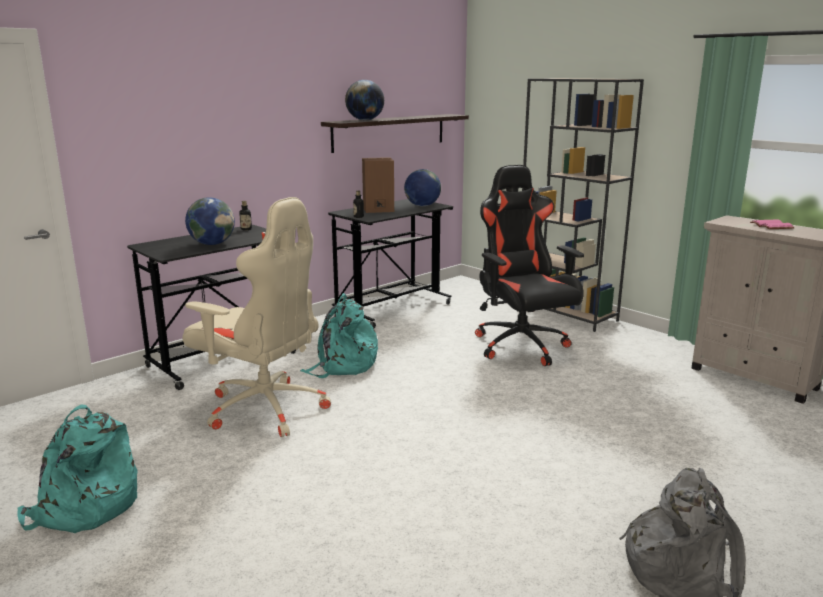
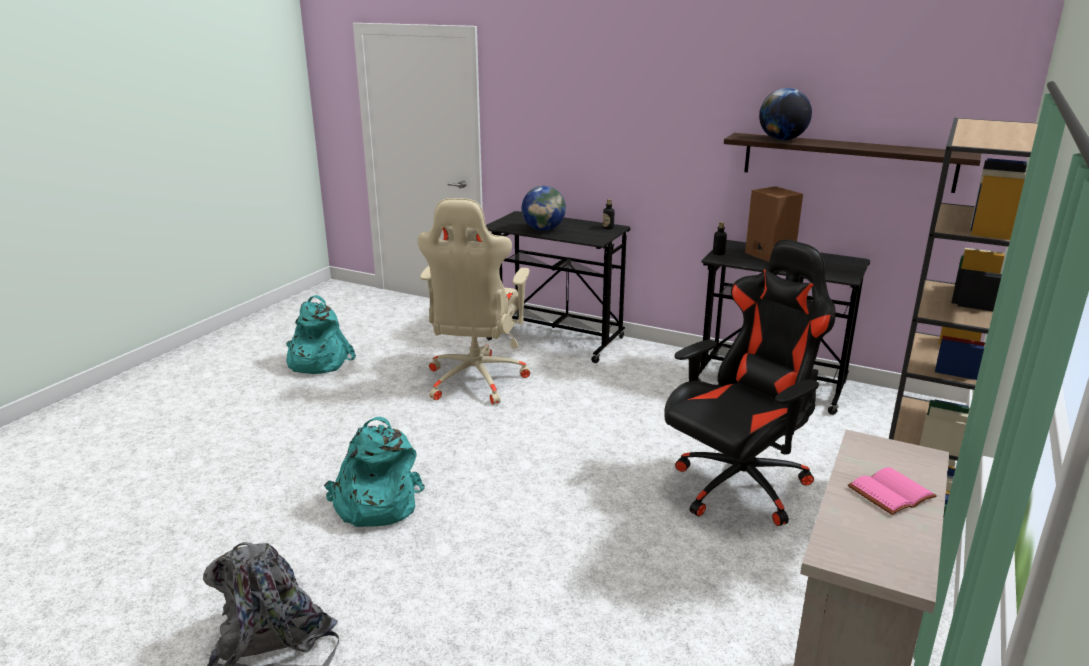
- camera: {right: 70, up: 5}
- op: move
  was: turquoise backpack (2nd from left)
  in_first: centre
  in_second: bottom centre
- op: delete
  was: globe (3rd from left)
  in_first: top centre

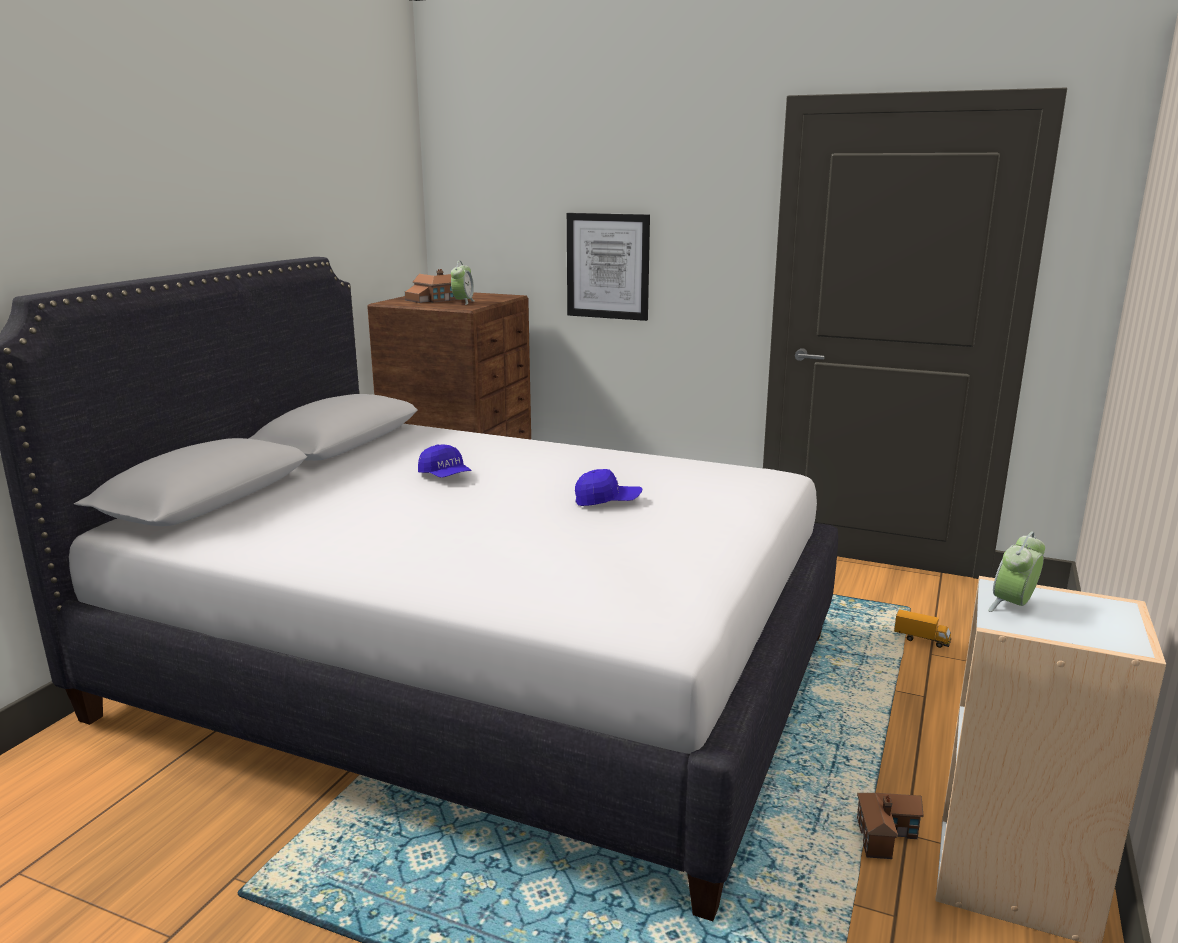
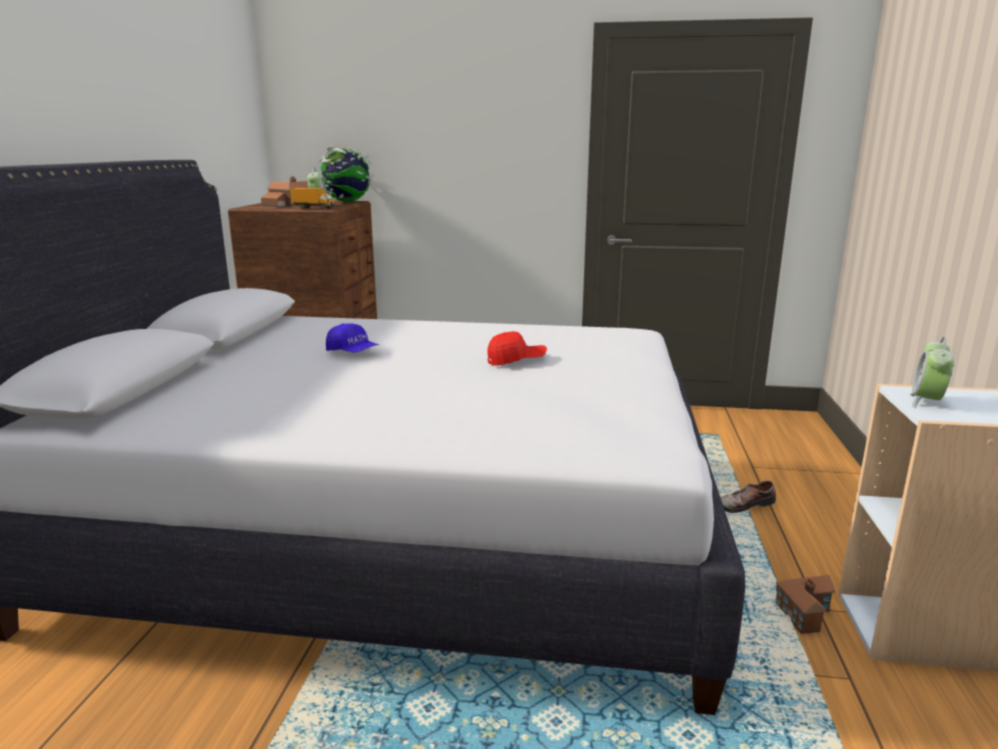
- camera: {right: -15, up: 0}
- op: move
  was: toy truck
  in_first: middle right
  in_second: top left
- op: insert
  now: globe
  in_second: top centre
- op: recolor
  was: blue cap (2nd from left)
  now: red cap
  in_first: centre
  in_second: centre
- op: insert
  now: shoe
  in_second: middle right
- op: delete
  was: picture
  in_first: top centre

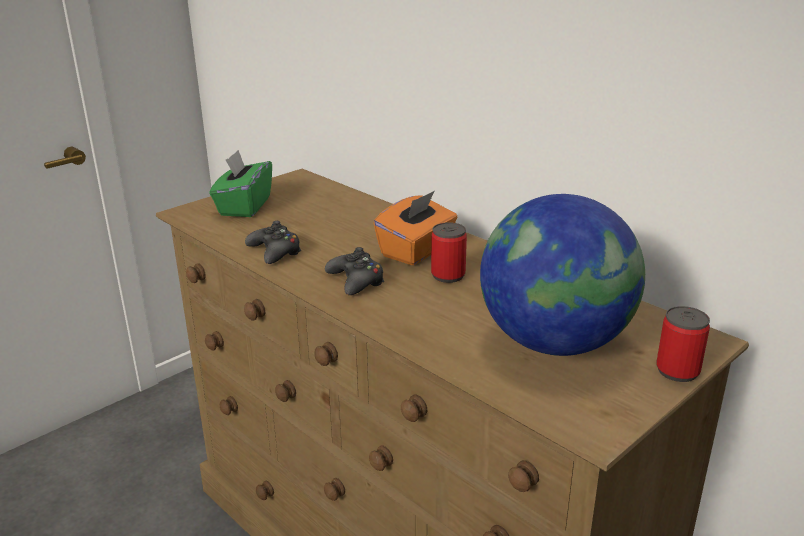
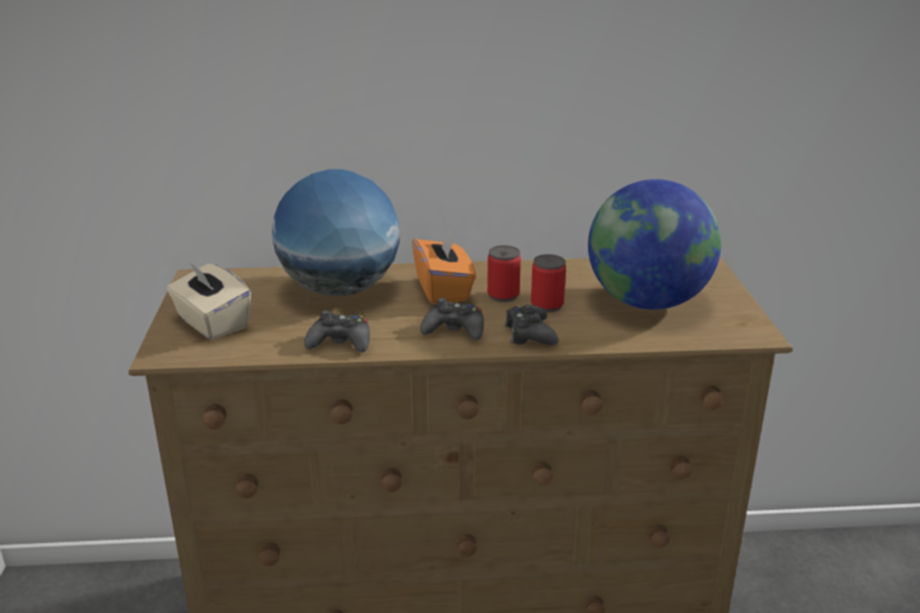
- camera: {right: -50, up: 0}
- op: recolor
  was: green tissue box
  now: beige tissue box
  in_first: middle left
  in_second: middle left
- op: insert
  now: globe (1st from left)
  in_second: centre
- op: insert
  now: black game controller (3rd from left)
  in_second: centre
- op: move
  was: can (2nd from left)
  in_first: middle right
  in_second: centre

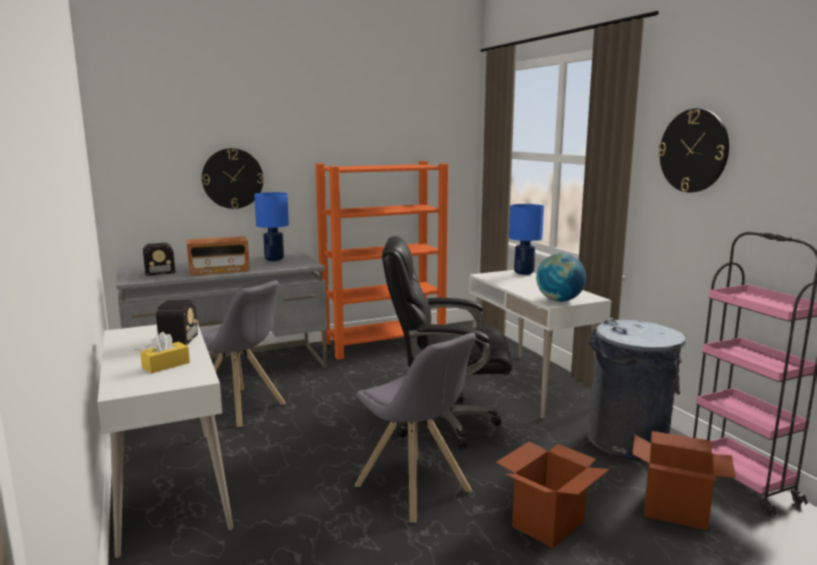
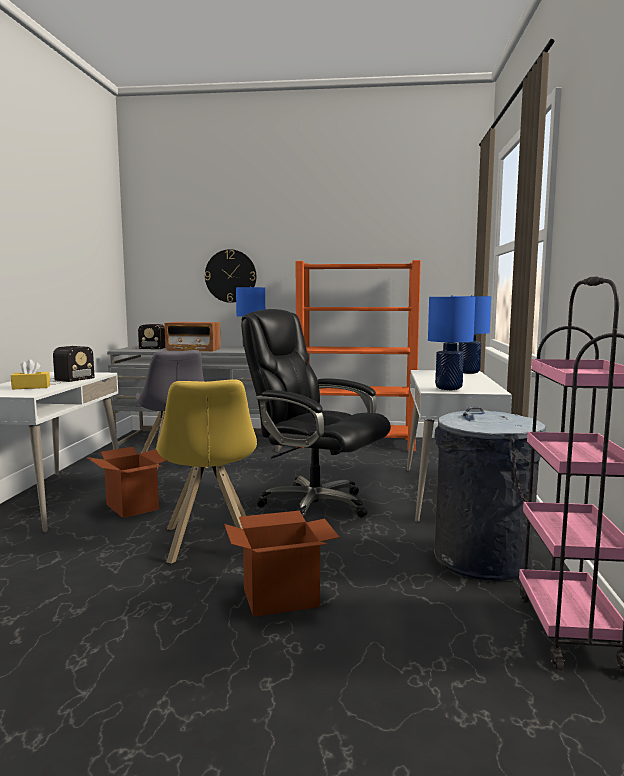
- camera: {right: 30, up: -5}
- op: move
  was: cardboard box (2nd from left in the first image)
  now: cardboard box (1st from left)
  in_first: bottom right
  in_second: middle left
- op: recolor
  was: grey chair (2nd from left)
  now: yellow chair
  in_first: bottom centre
  in_second: middle left
- op: replace
  was: globe
  now: blue table lamp (2nd from left)
  in_first: middle right
  in_second: middle right
- op: delete
  was: wall clock (2nd from left)
  in_first: top right

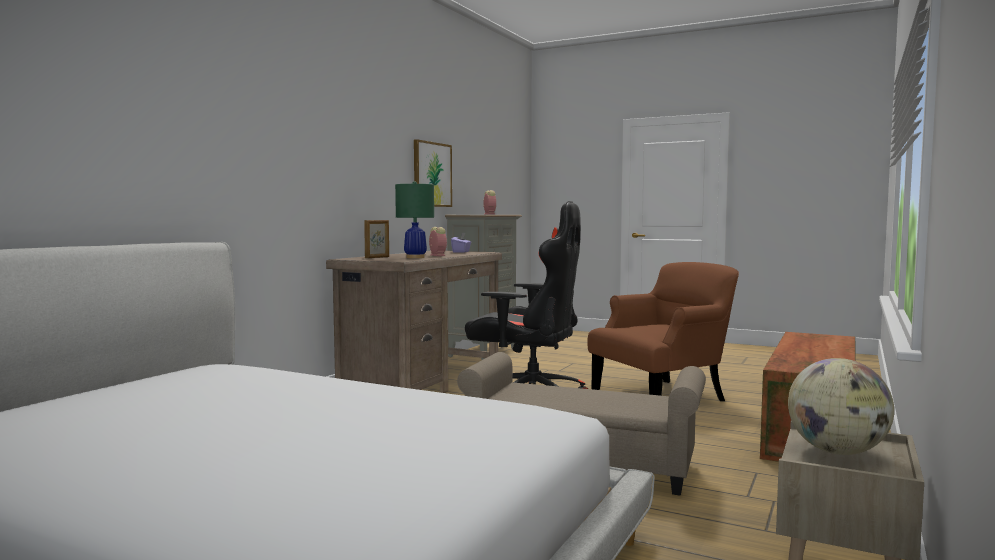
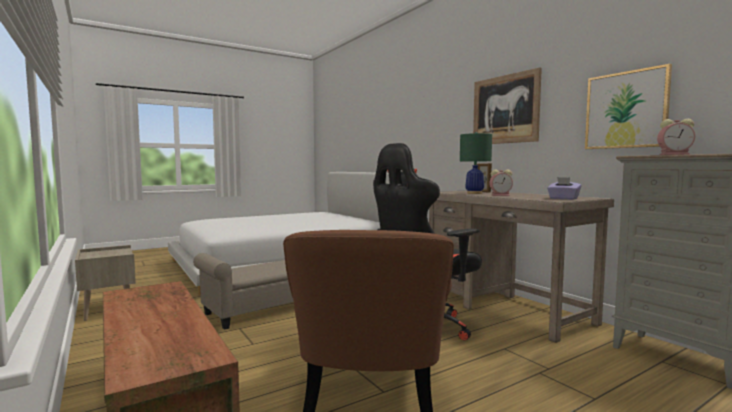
- camera: {right: 120, up: 0}
- op: insert
  now: picture (1st from left)
  in_second: top right
- op: delete
  was: globe
  in_first: bottom right

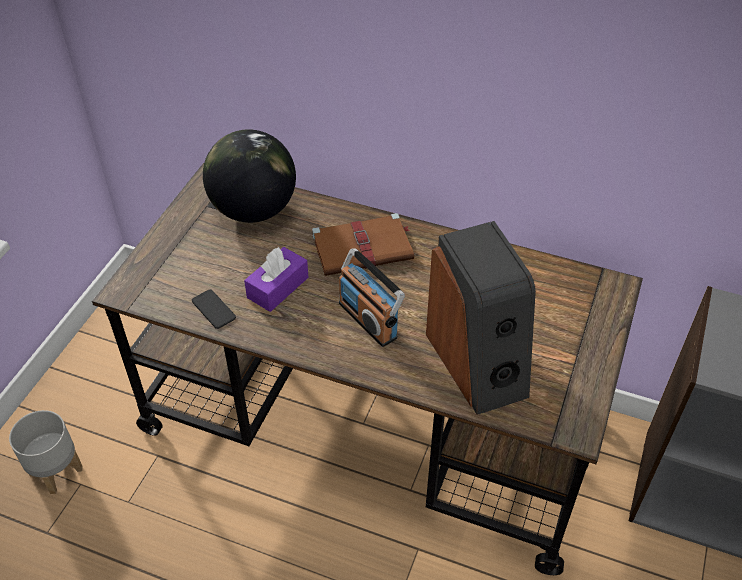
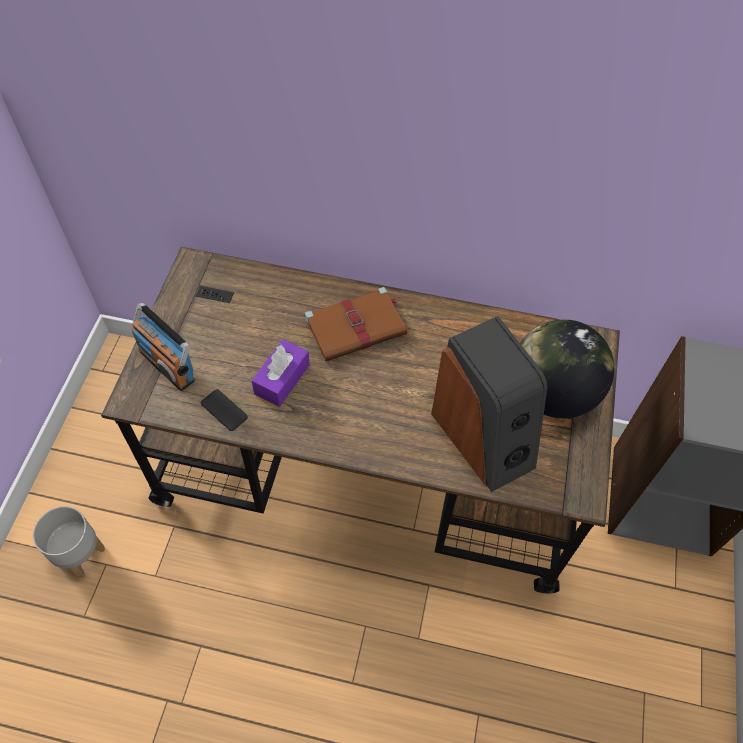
- camera: {right: -10, up: 10}
- op: move
  was: radio
  in_first: centre
  in_second: middle left
- op: move
  was: globe
  in_first: top centre
  in_second: middle right

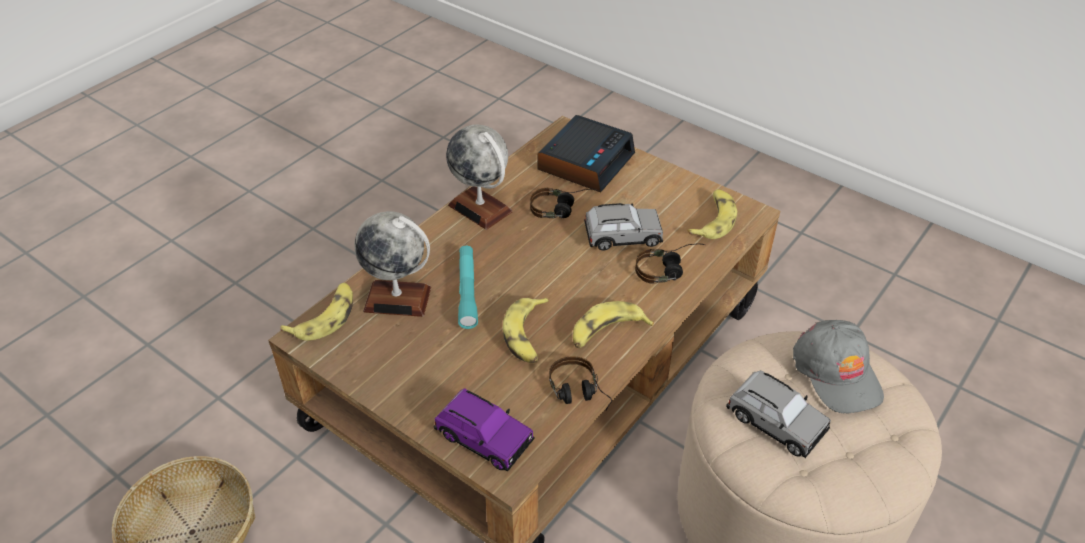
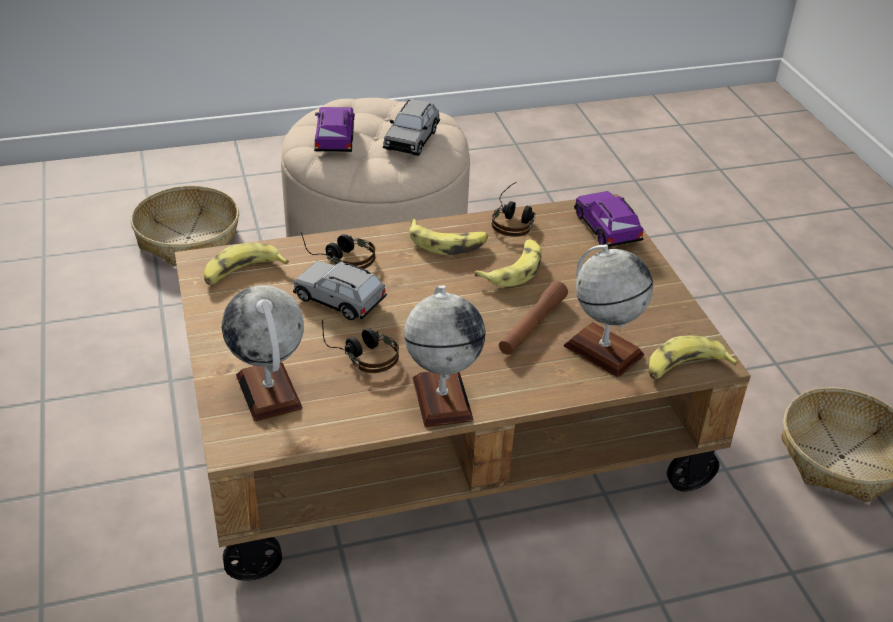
- camera: {right: -145, up: -5}
- op: insert
  now: basket (1st from left)
  in_second: middle left
- op: replace
  was: alarm clock
  now: globe (1st from left)
  in_first: top centre
  in_second: middle left
- op: replace
  was: grey cap
  now: purple toy car (1st from left)
  in_first: bottom right
  in_second: top centre
- op: rotate
  was: grey toy car (2nd from left)
  in_first: bottom right
  in_second: top centre
  clockwise: -150
- op: recolor
  was: turquoise flashlight
  now: brown flashlight
  in_first: centre
  in_second: centre

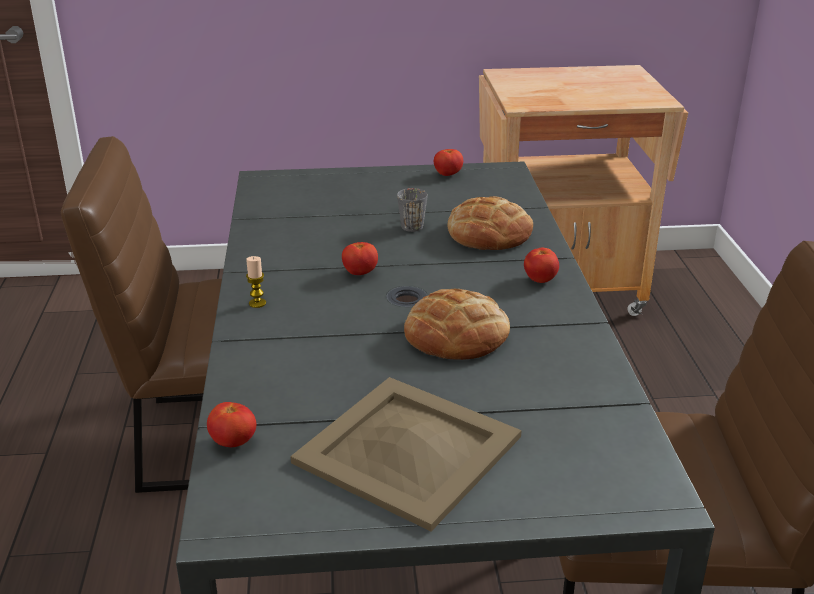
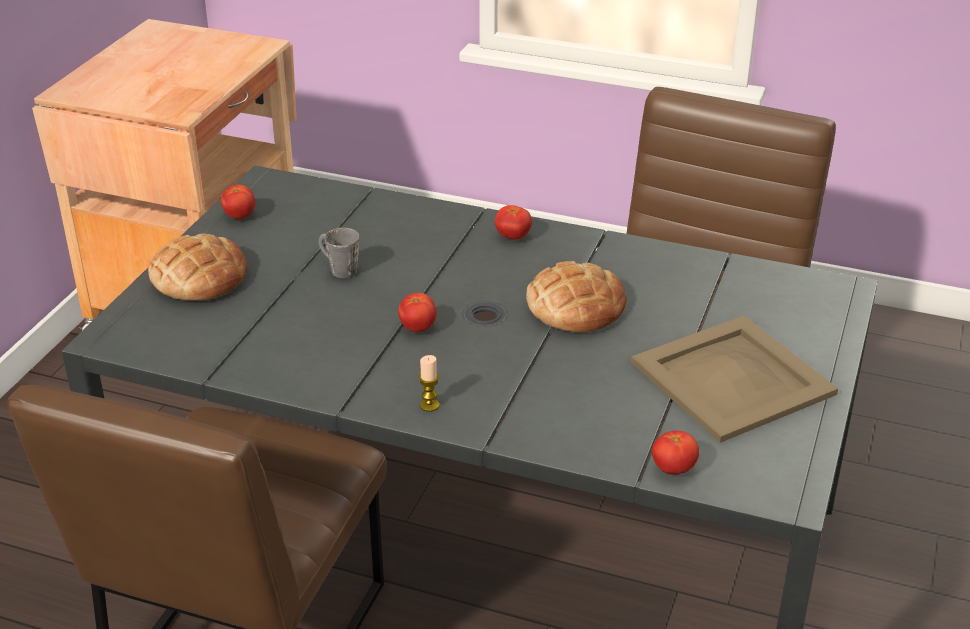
- camera: {right: -65, up: 5}
- op: move
  was: bread (2nd from left in the first image)
  now: bread (1st from left)
  in_first: centre
  in_second: middle left

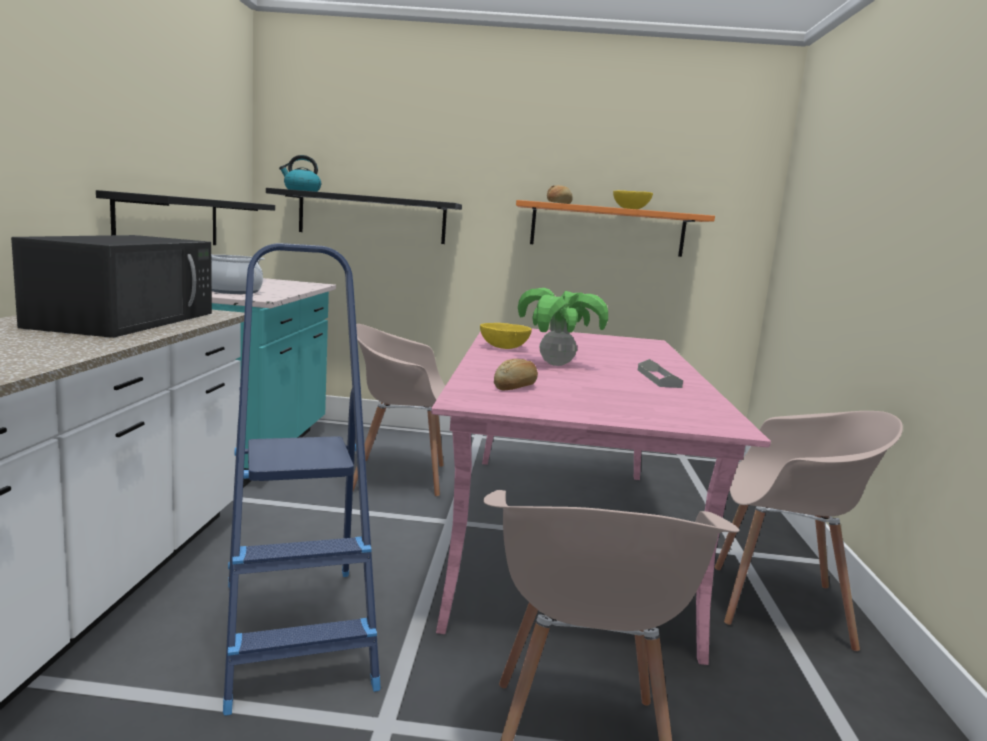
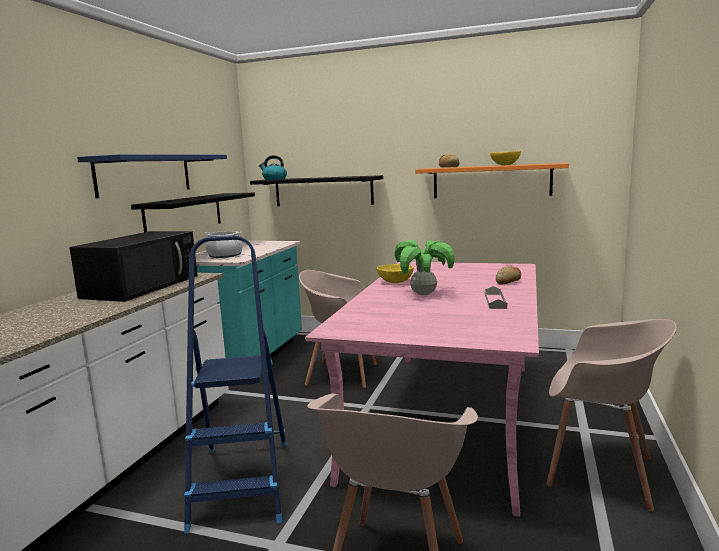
- camera: {right: 15, up: 0}
- op: insert
  now: blue shelf
  in_second: top left
- op: move
  was: bread (1st from left in the first image)
  now: bread (2nd from left)
  in_first: centre
  in_second: middle right

